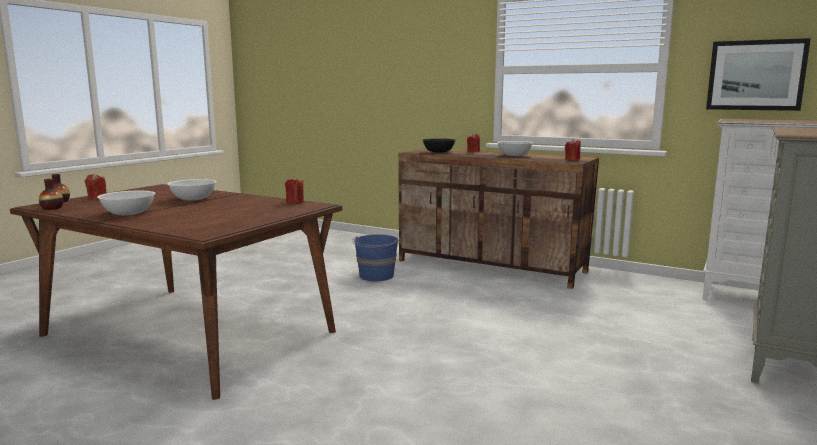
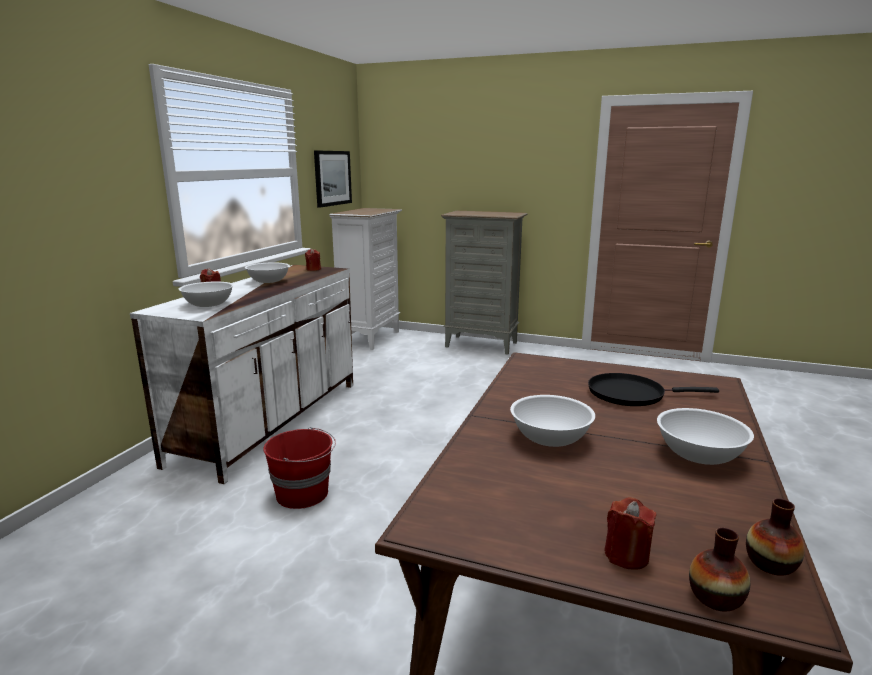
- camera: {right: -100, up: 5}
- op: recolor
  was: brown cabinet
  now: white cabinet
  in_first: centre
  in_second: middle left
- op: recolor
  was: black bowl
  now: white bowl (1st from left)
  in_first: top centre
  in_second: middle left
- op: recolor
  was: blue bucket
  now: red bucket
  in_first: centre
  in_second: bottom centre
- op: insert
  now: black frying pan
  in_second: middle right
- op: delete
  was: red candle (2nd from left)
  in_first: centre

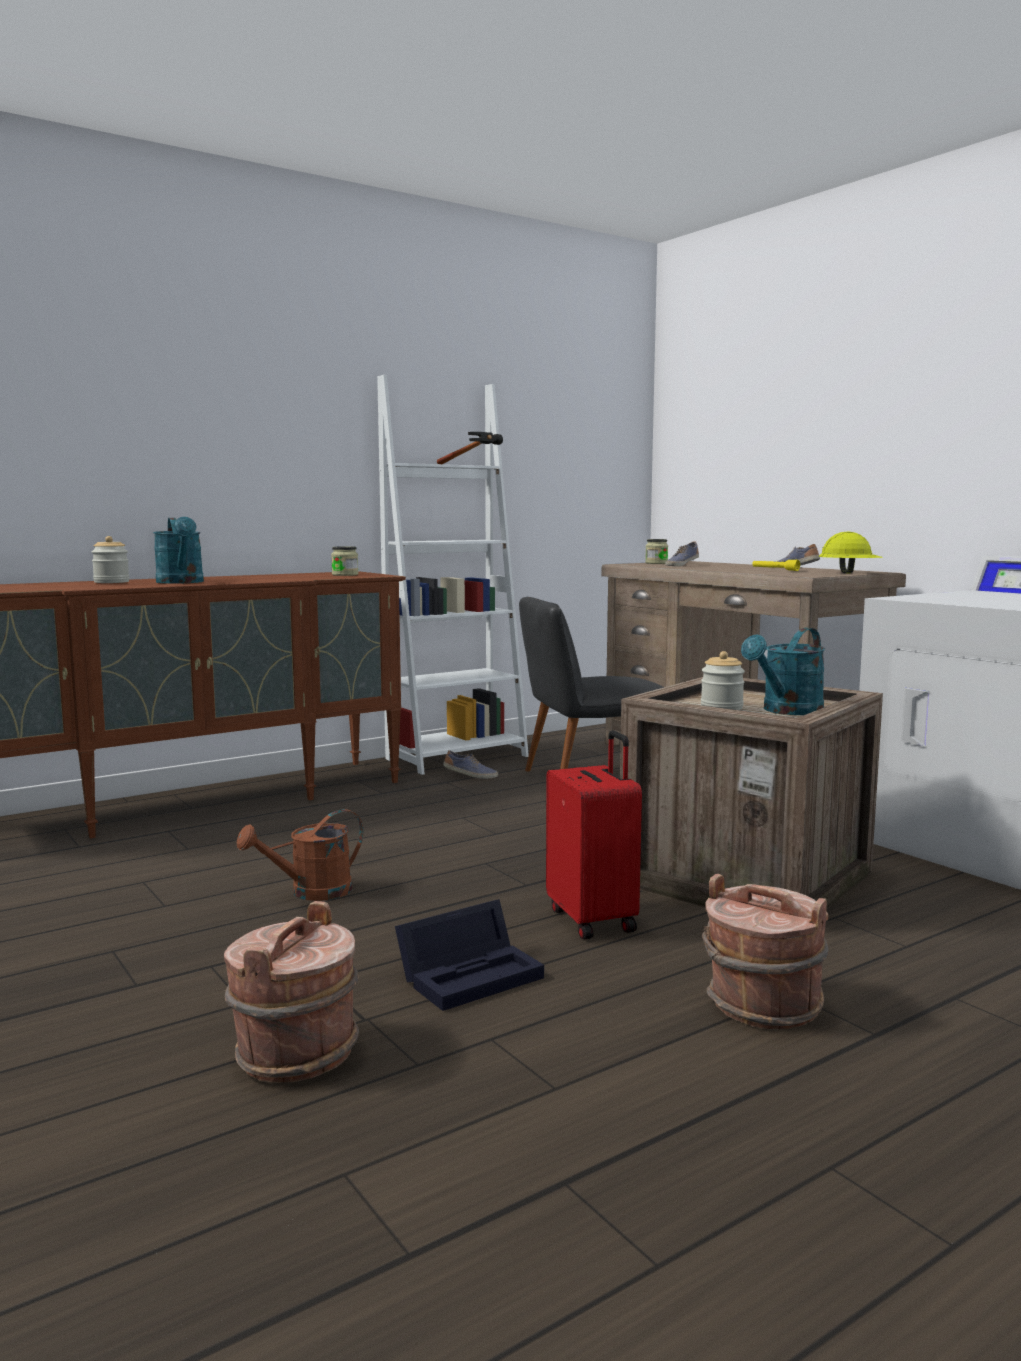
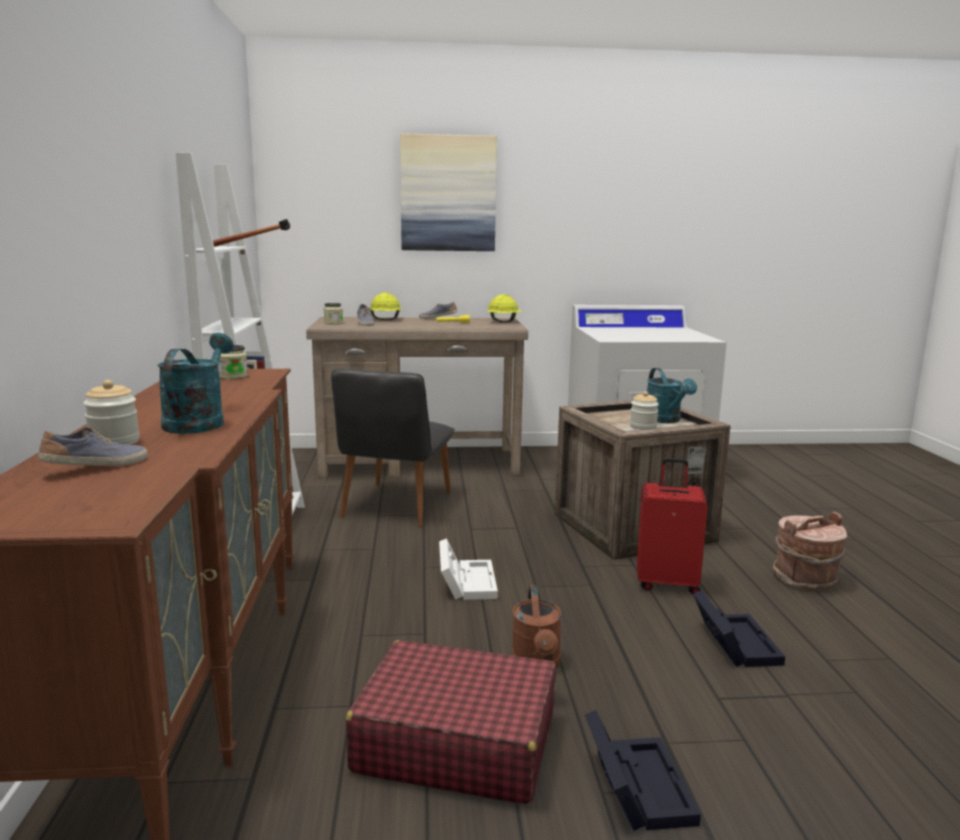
- camera: {right: -60, up: 5}
- op: move
  was: shoe (1st from left)
  in_first: centre
  in_second: middle left
- op: rotate
  was: turquoise watering can (1st from left)
  in_first: middle left
  in_second: middle left
  clockwise: -90
- op: insert
  now: red suitcase (1st from left)
  in_second: bottom centre
- op: insert
  now: yellow hard hat (1st from left)
  in_second: centre
- op: insert
  now: picture
  in_second: top centre
- op: insert
  now: white storage box
  in_second: bottom centre
- op: insert
  now: black storage box (1st from left)
  in_second: bottom right
- op: delete
  was: brown bucket (1st from left)
  in_first: bottom left

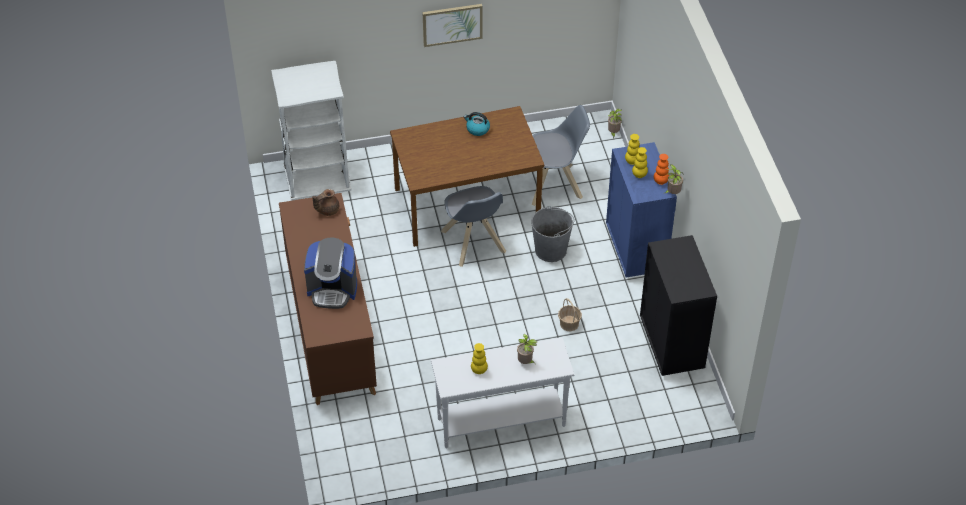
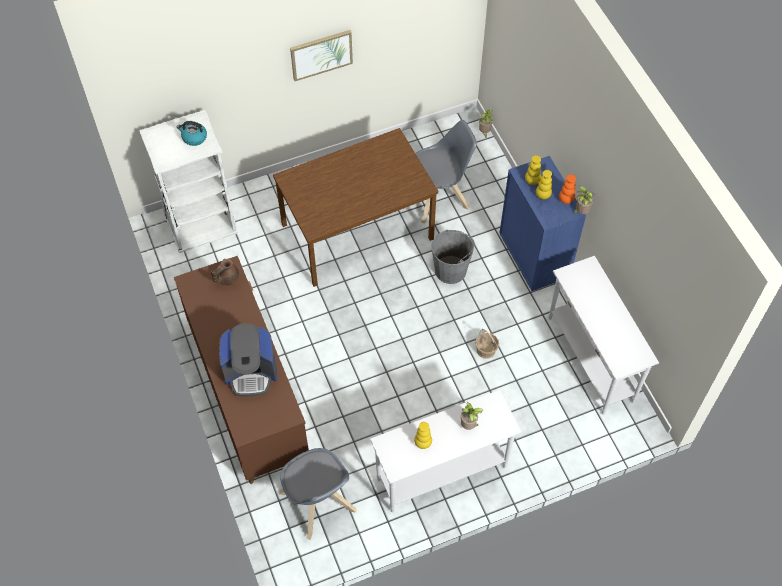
- camera: {right: -10, up: 10}
- op: move
  was: kettle
  in_first: top centre
  in_second: top left
- op: move
  was: grey chair (1st from left)
  in_first: centre
  in_second: bottom centre
- op: replace
  was: black cabinet
  now: white console table (2nd from left)
  in_first: middle right
  in_second: middle right

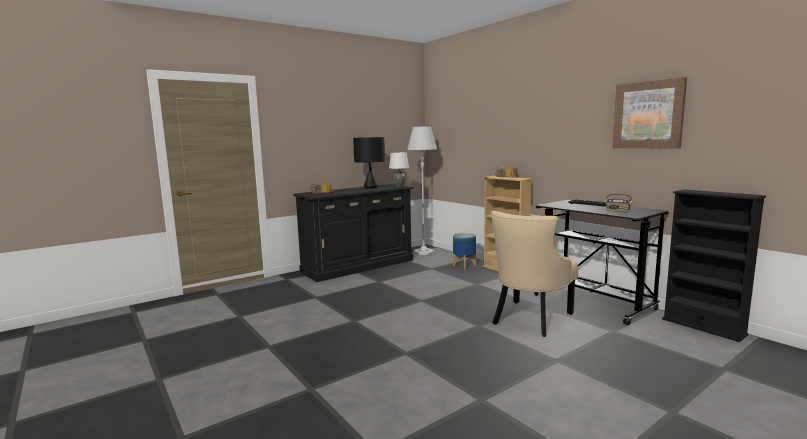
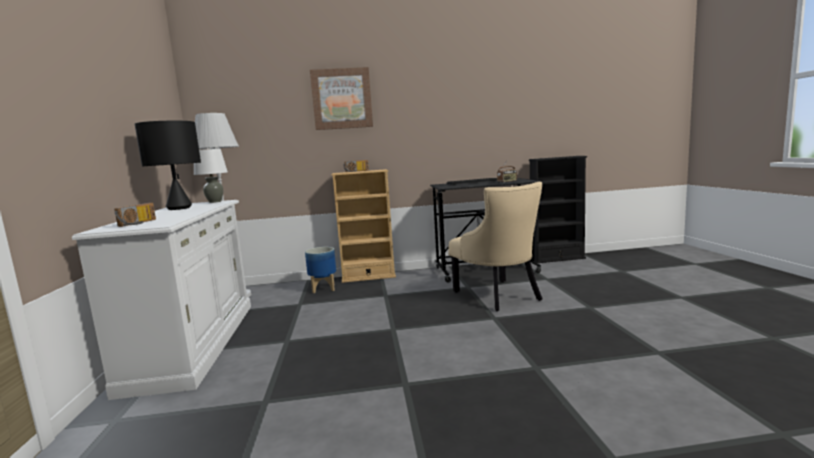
- camera: {right: -60, up: 0}
- op: recolor
  was: black cabinet
  now: white cabinet
  in_first: centre
  in_second: middle left
- op: move
  was: picture
  in_first: top right
  in_second: top centre

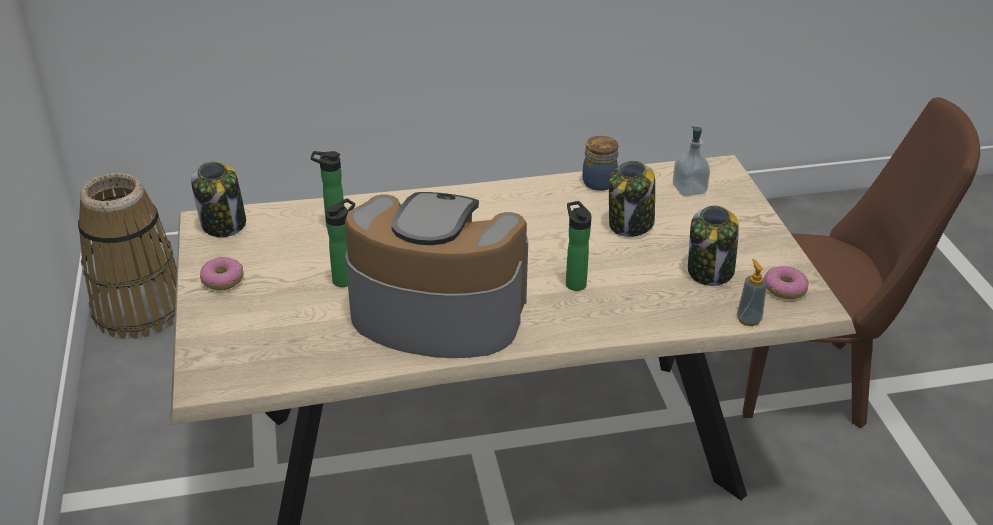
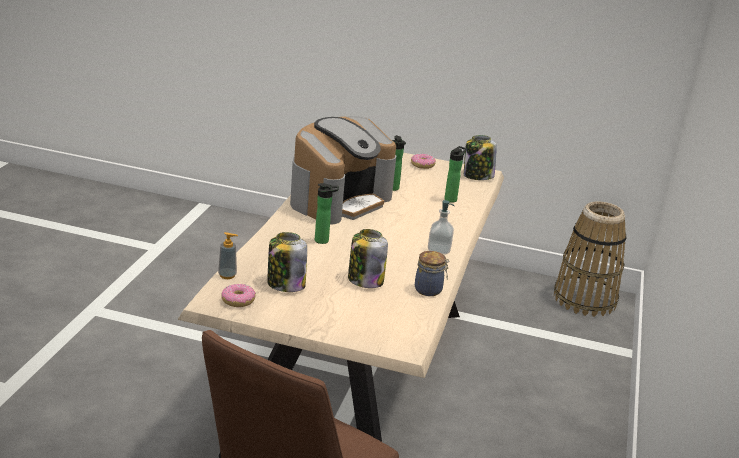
- camera: {right: 115, up: -10}
- op: move
  was: soap dispenser (1st from left in the first image)
  now: soap dispenser (2nd from left)
  in_first: top right
  in_second: centre

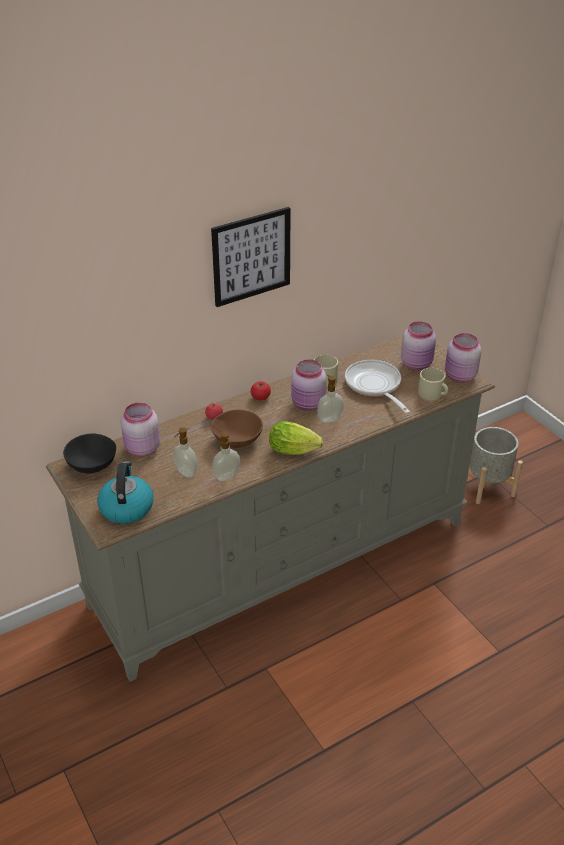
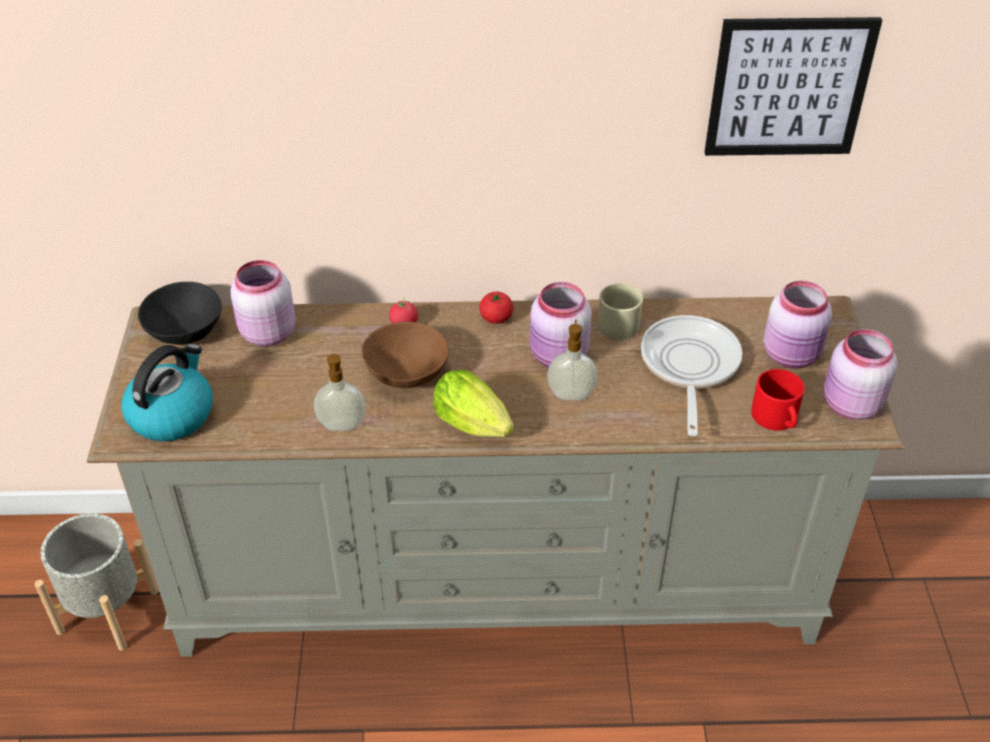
- camera: {right: 30, up: 5}
- op: move
  was: grey planter
  in_first: middle right
  in_second: bottom left
- op: move
  was: picture
  in_first: top centre
  in_second: top right
- op: recolor
  was: beige mug (2nd from left)
  now: red mug
  in_first: middle right
  in_second: middle right
- op: delete
  was: soap dispenser (1st from left)
  in_first: middle left

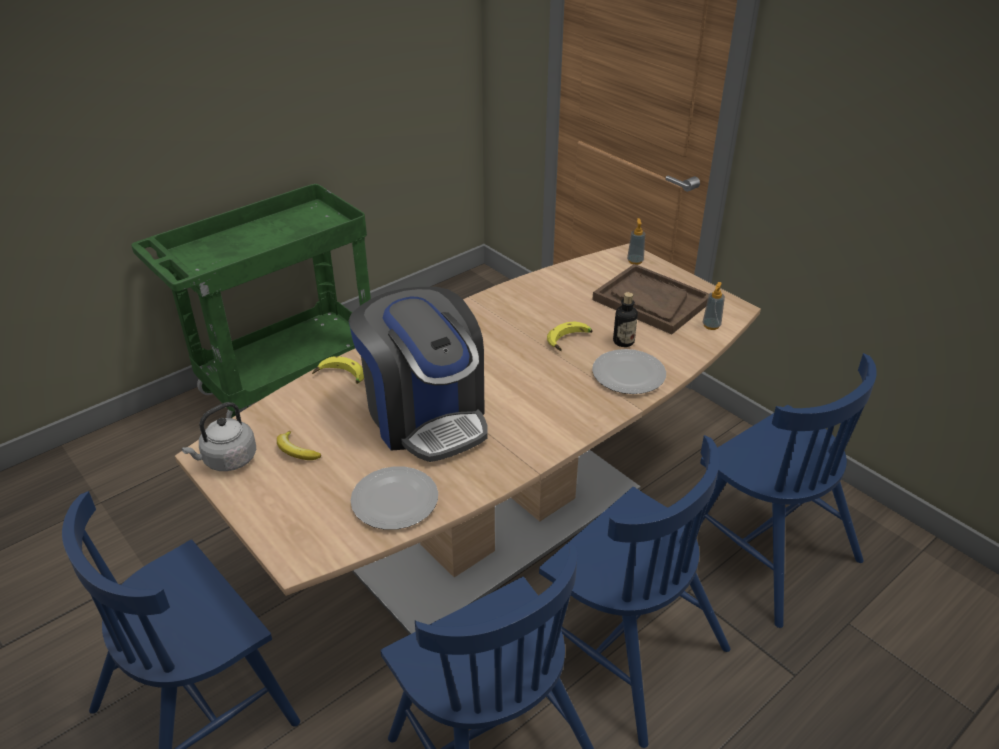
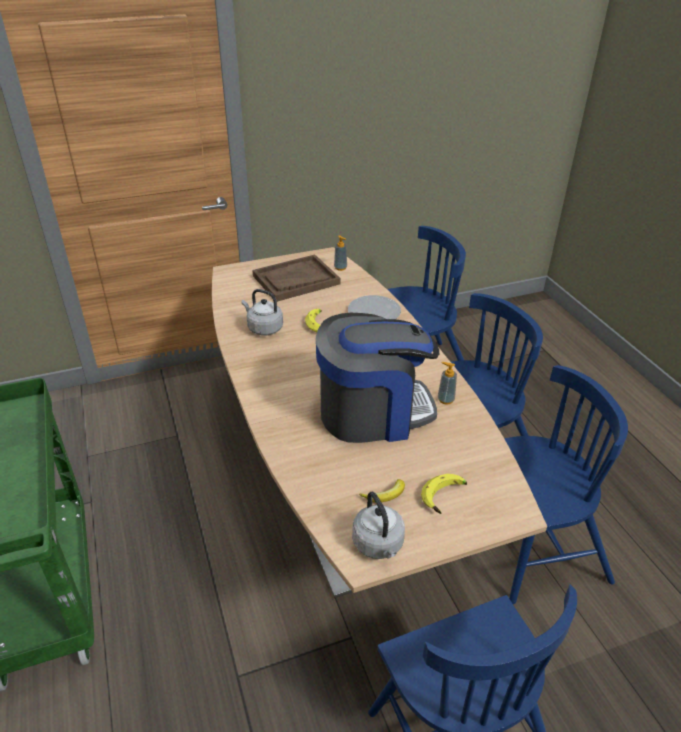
- camera: {right: -70, up: 0}
- op: insert
  now: grey kettle (1st from left)
  in_second: centre
- op: move
  was: banana (2nd from left in the first image)
  now: banana (3rd from left)
  in_first: centre
  in_second: bottom centre
- op: move
  was: soap dispenser (1st from left in the first image)
  now: soap dispenser (2nd from left)
  in_first: top centre
  in_second: centre
- op: delete
  was: plate (1st from left)
  in_first: centre
- op: delete
  was: bottle
  in_first: centre

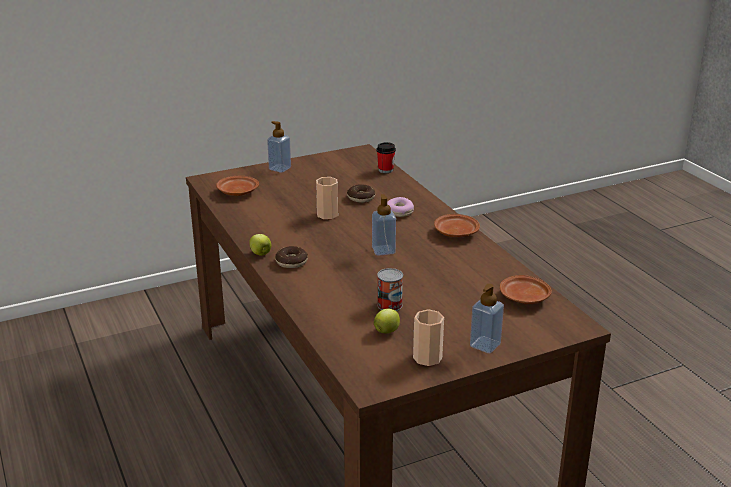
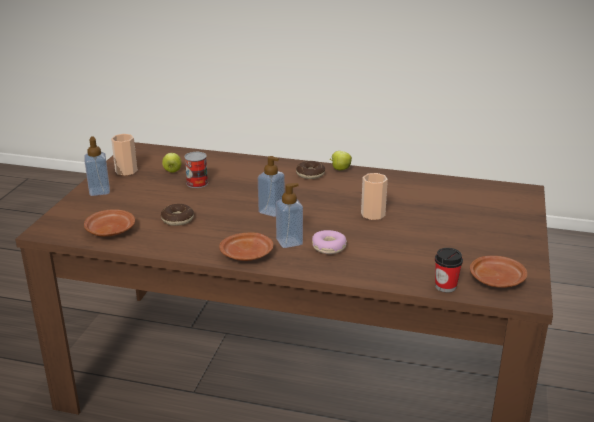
- camera: {right: 130, up: 0}
- op: move
  was: donut (2nd from left in the first image)
  now: donut (1st from left)
  in_first: centre
  in_second: middle left
- op: move
  was: soap dispenser (1st from left in the first image)
  now: soap dispenser (3rd from left)
  in_first: top centre
  in_second: centre
- op: move
  was: brown plate (1st from left in the first image)
  now: brown plate (3rd from left)
  in_first: middle left
  in_second: middle right

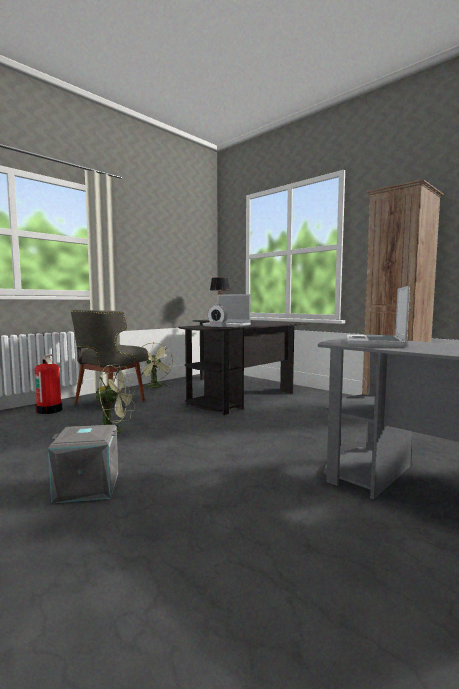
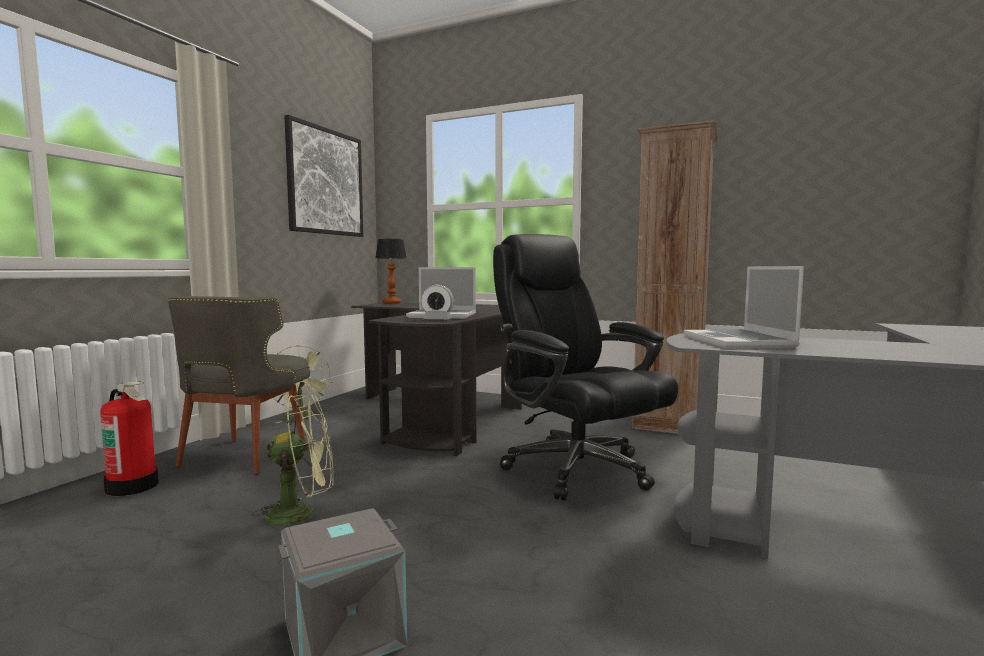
- camera: {right: -20, up: 0}
- op: insert
  now: picture
  in_second: top left
- op: insert
  now: black office chair
  in_second: centre

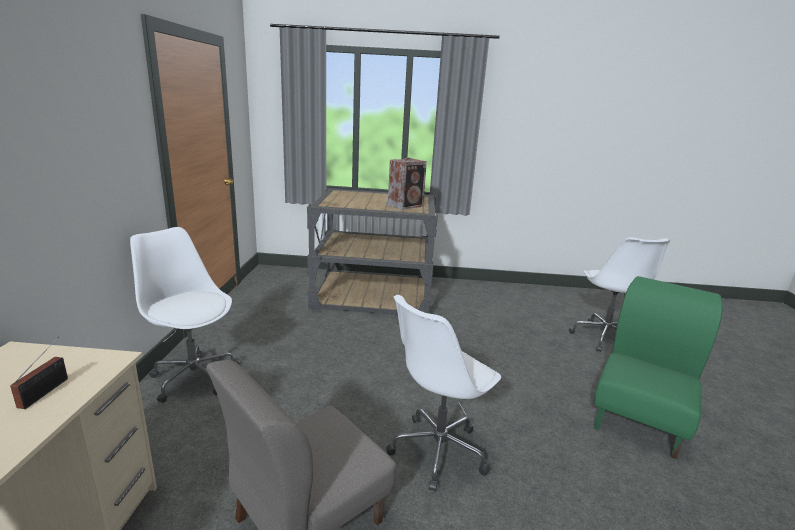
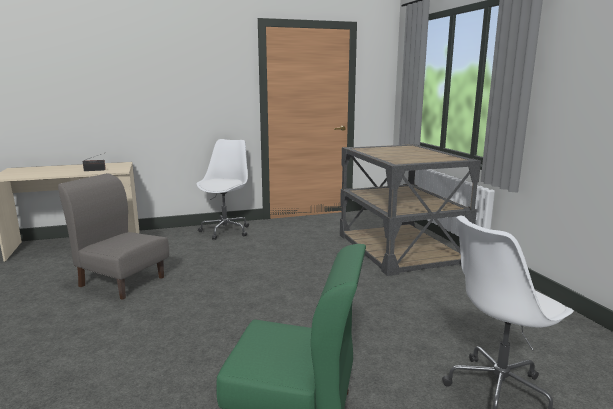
- camera: {right: 70, up: -5}
- op: delete
  was: white office chair (2nd from left)
  in_first: bottom centre
- op: delete
  was: speaker
  in_first: centre

